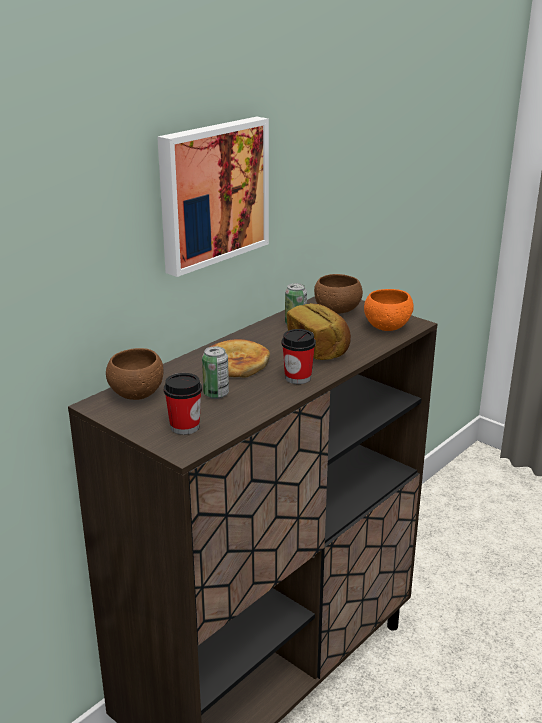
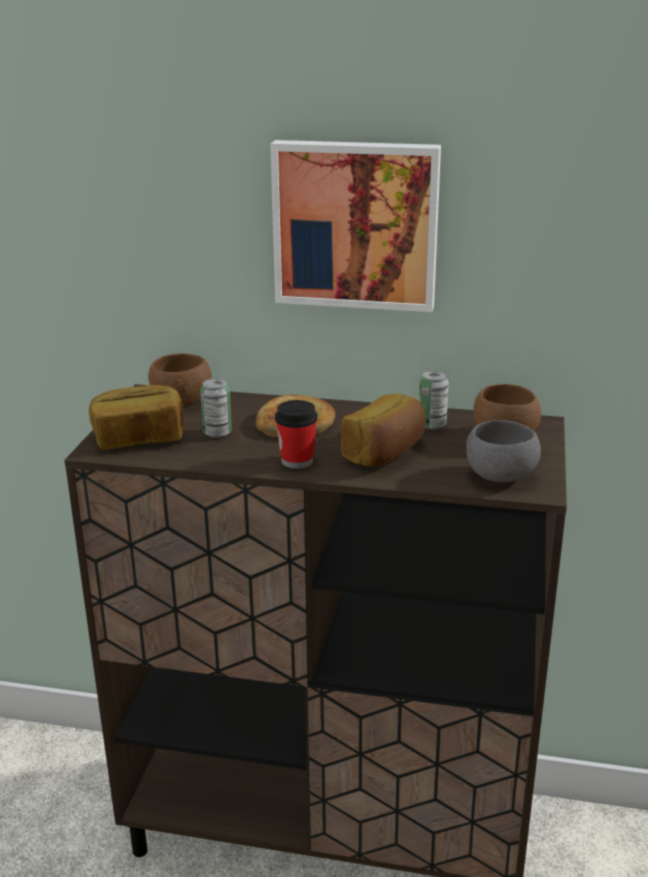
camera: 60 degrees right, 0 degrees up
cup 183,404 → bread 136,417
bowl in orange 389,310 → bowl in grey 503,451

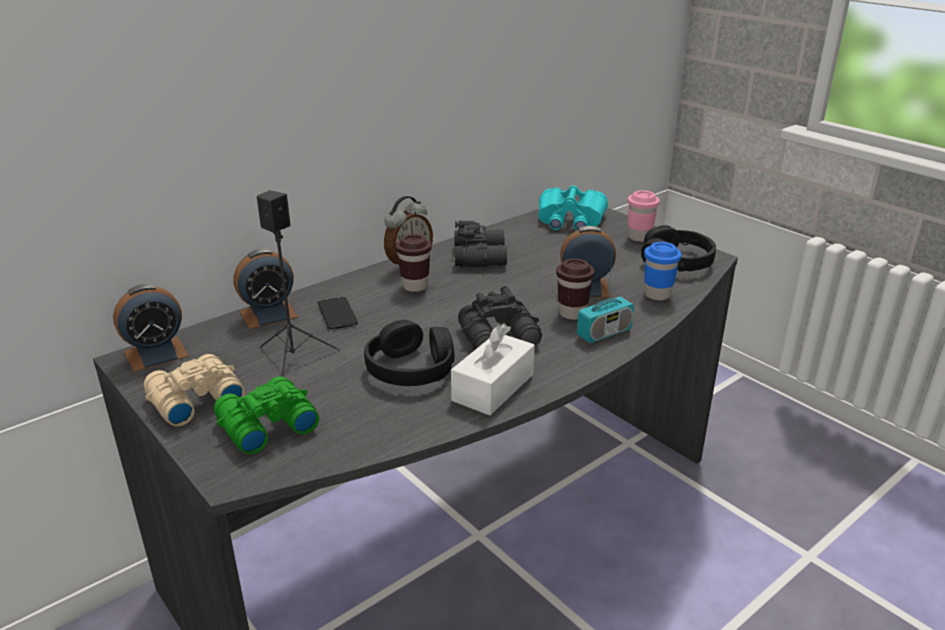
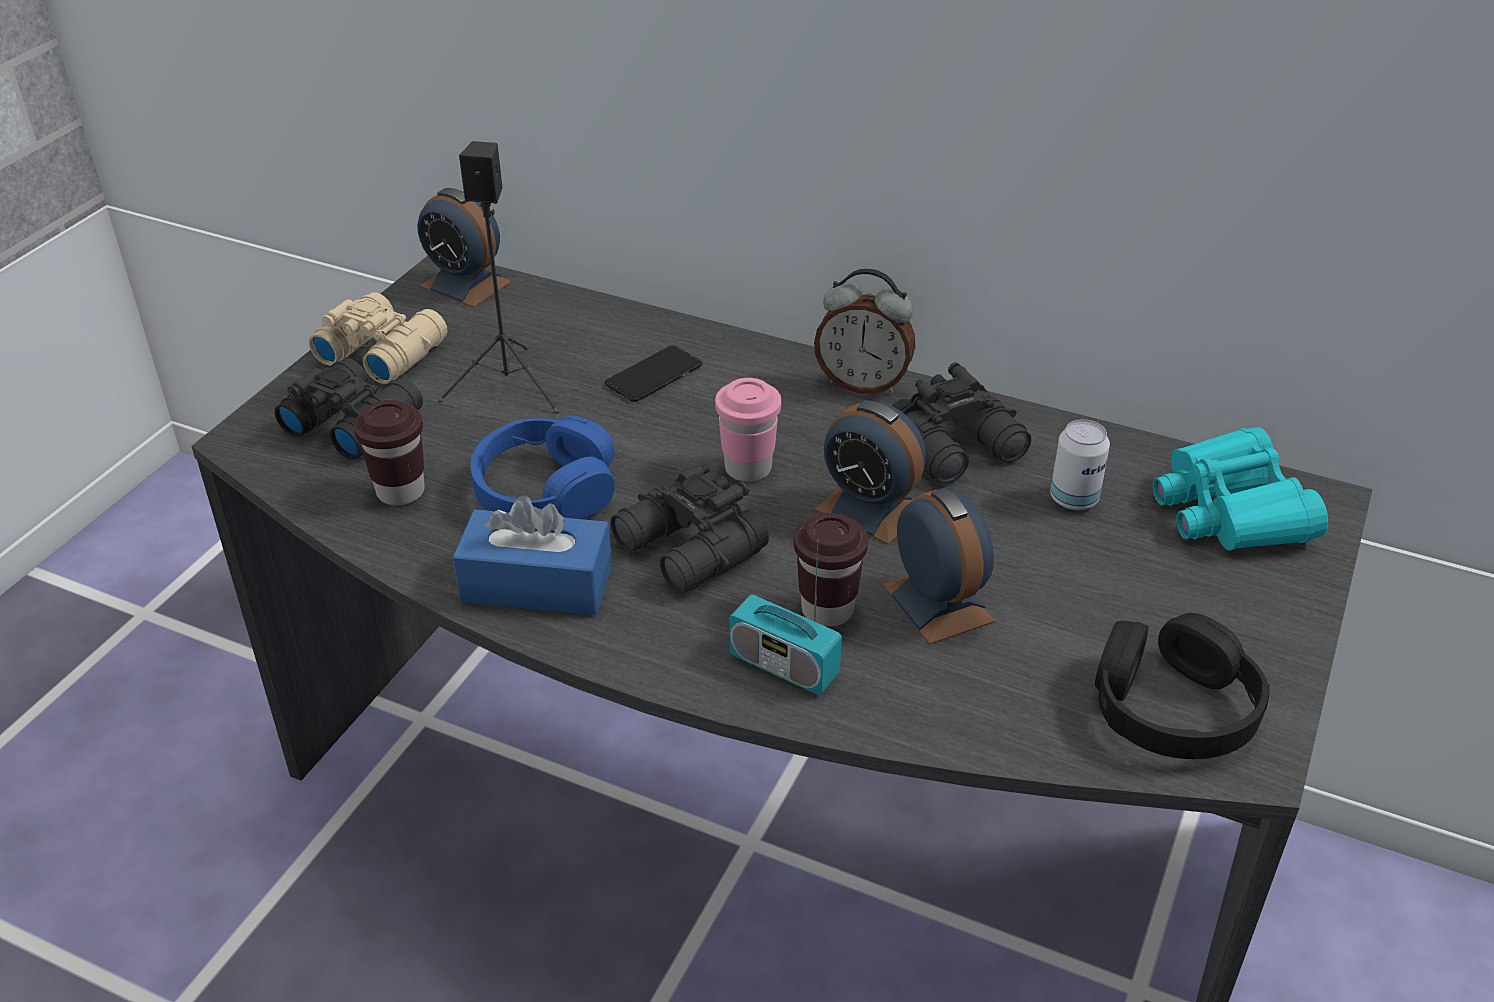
camera: 65 degrees right, 10 degrees up
binoculars in green 266,415 → binoculars in black 348,409
cup in brown 414,263 → cup in brown 389,453, relocated
tissue box in white 493,370 → tissue box in blue 532,555
headphones in black 409,353 → headphones in blue 542,467
cup in pink 643,216 → cup in pink 748,430, relocated
alarm clock 265,289 → alarm clock 870,472, relocated
- → can 1080,464
cup in blue 663,271 → -

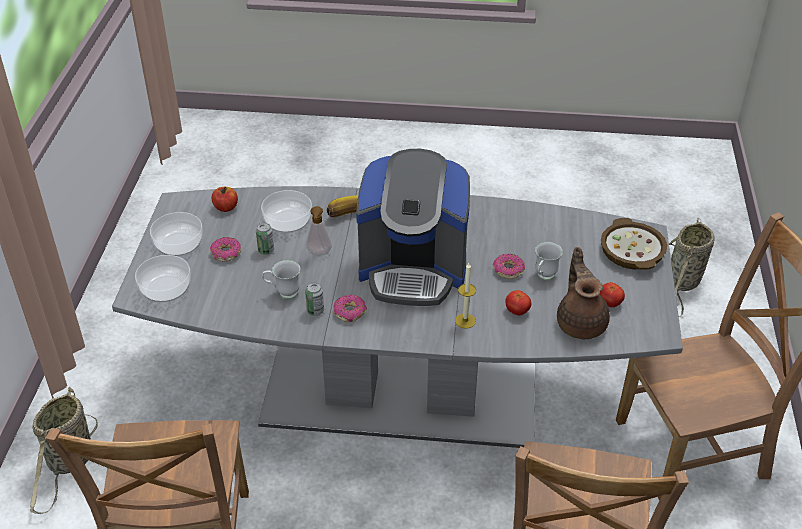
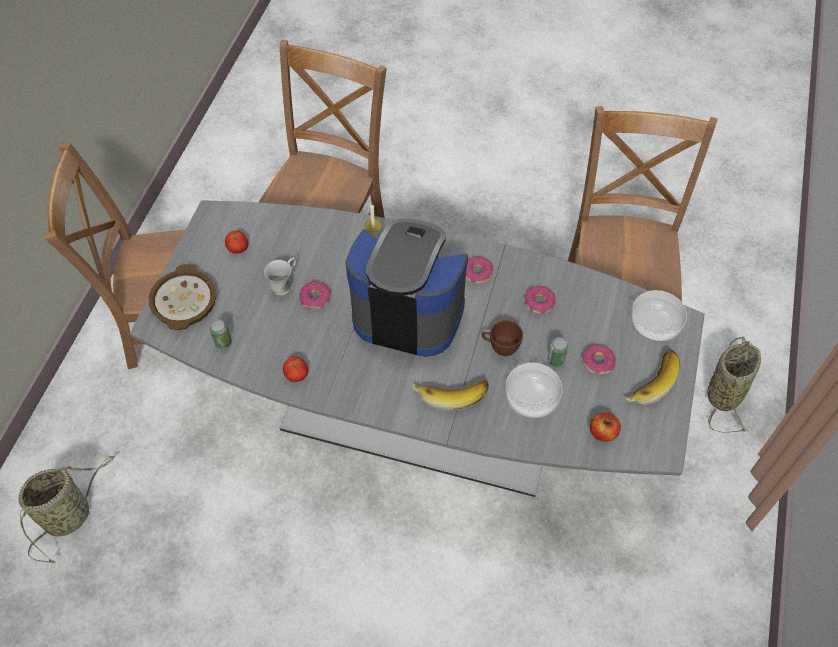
camera: 170 degrees left, 15 degrees up
can 314,299 → can 221,334, relocated
tomato 518,302 → tomato 295,369, relocated
soap dispenser 319,230 → cup in brown 502,338
mug in white 281,279 → donut 540,300
bowl 176,234 → banana 652,377
teapot in brown 583,293 → -

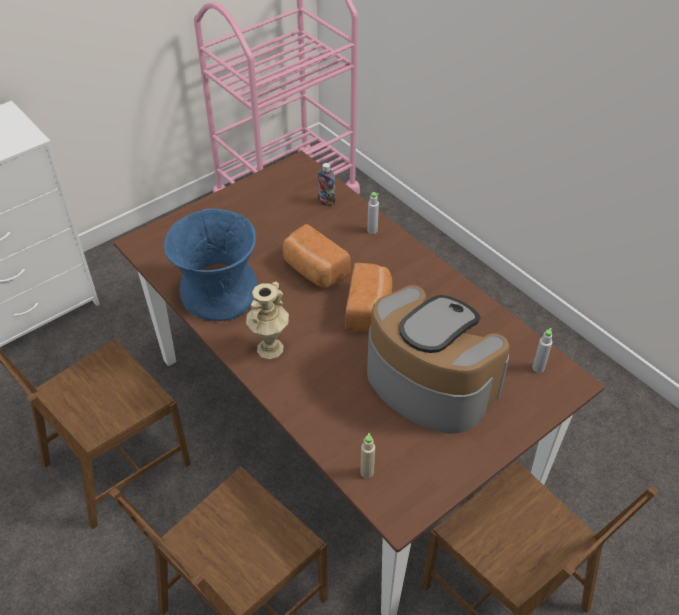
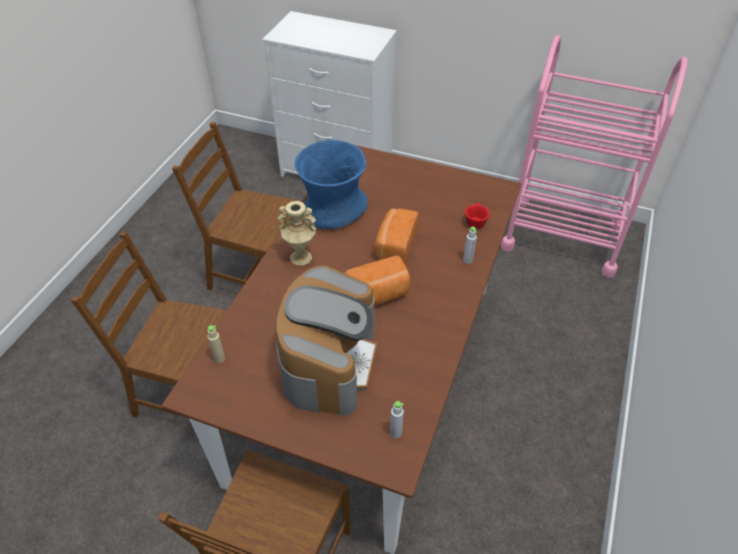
camera: 60 degrees right, 0 degrees up
bottle 326,184 → cup in red 477,216

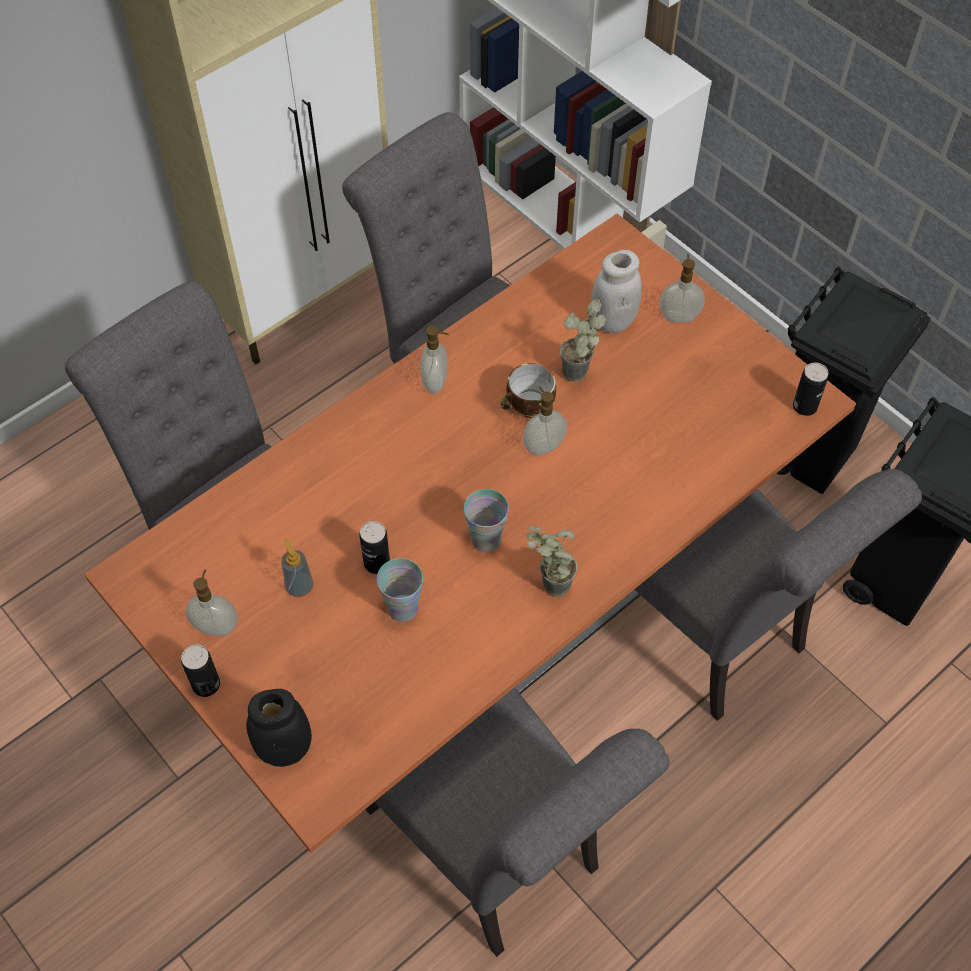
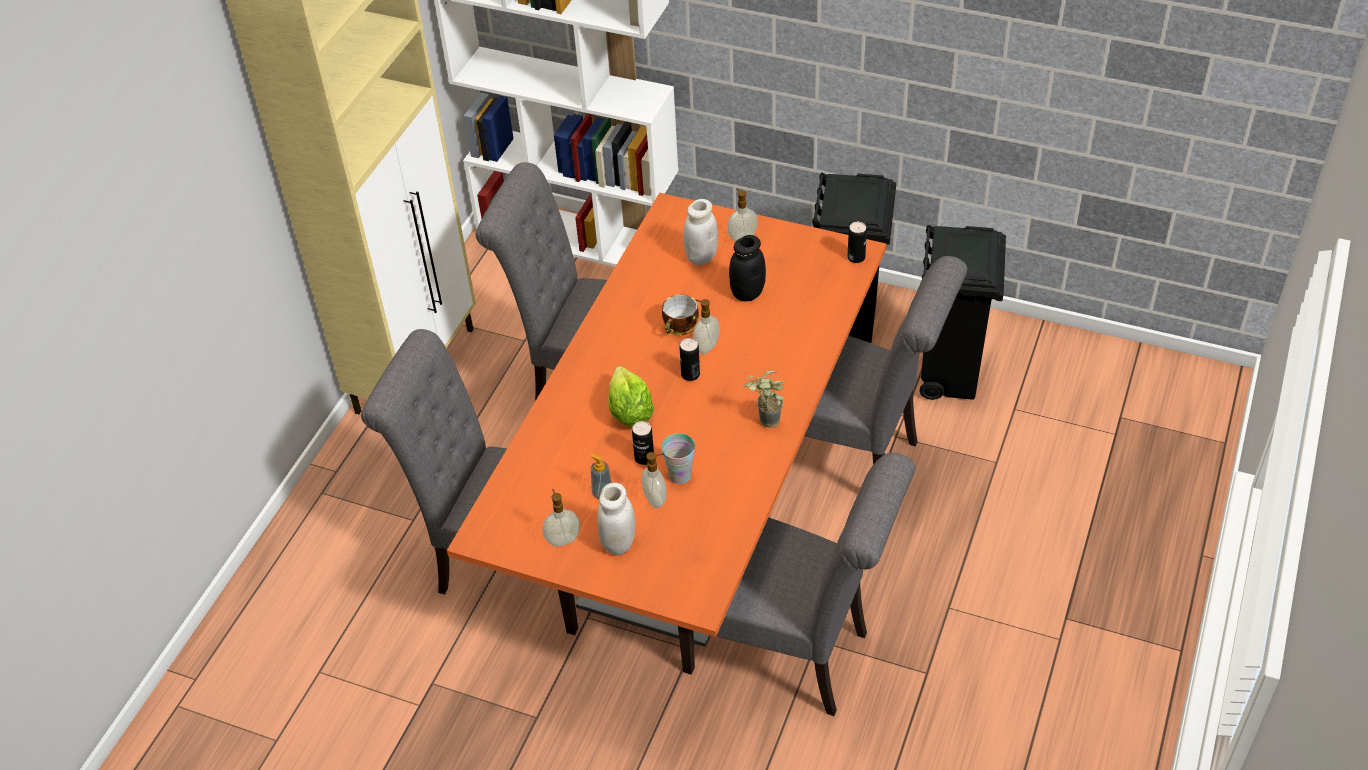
camera: 25 degrees left, 10 degrees down
- → jar in white 616,519
- → lettuce 631,396
soap dispenser 434,360 → soap dispenser 653,480, relocated
can 200,670 → can 690,359, relocated
jar in black 279,728 → jar in black 747,268, relocated
cup 486,520 → -
potted plant 583,340 → -

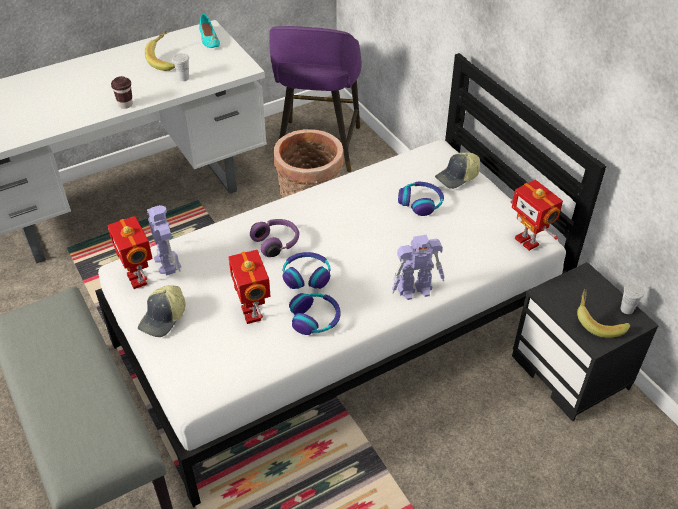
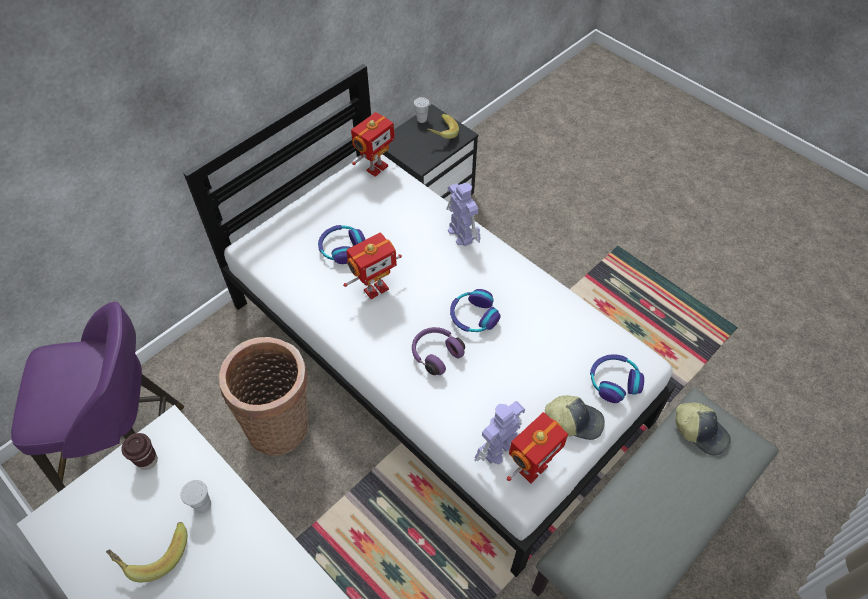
camera: 105 degrees left, 10 degrees up
cup in brown 122,92 → cup in brown 139,451, relocated
toy robot 249,287 → toy robot 372,265, relocated
headphones 315,314 → headphones 617,378, relocated
cap 457,170 → cap 703,429, relocated
shoe in turquoise 209,31 → -

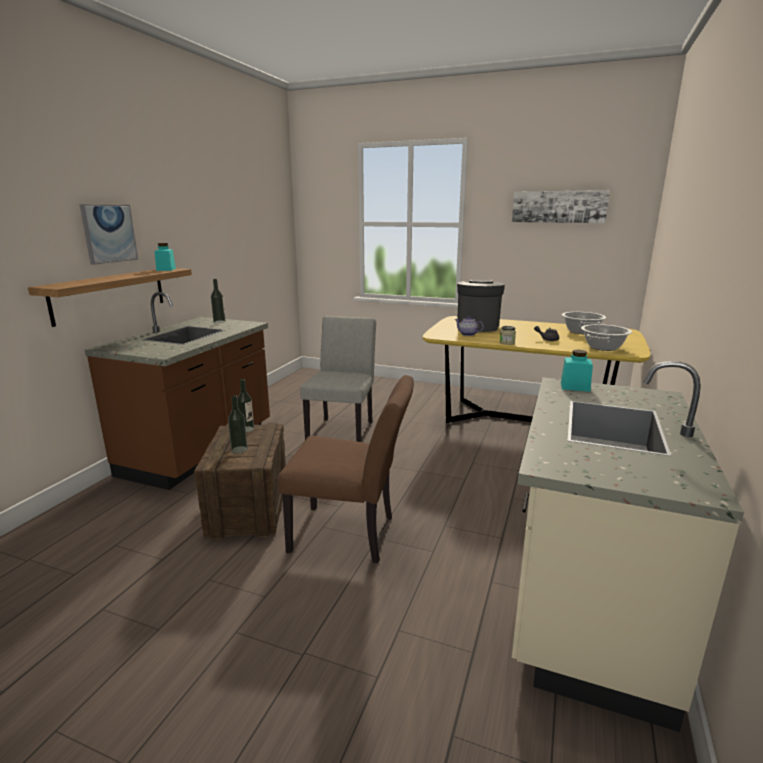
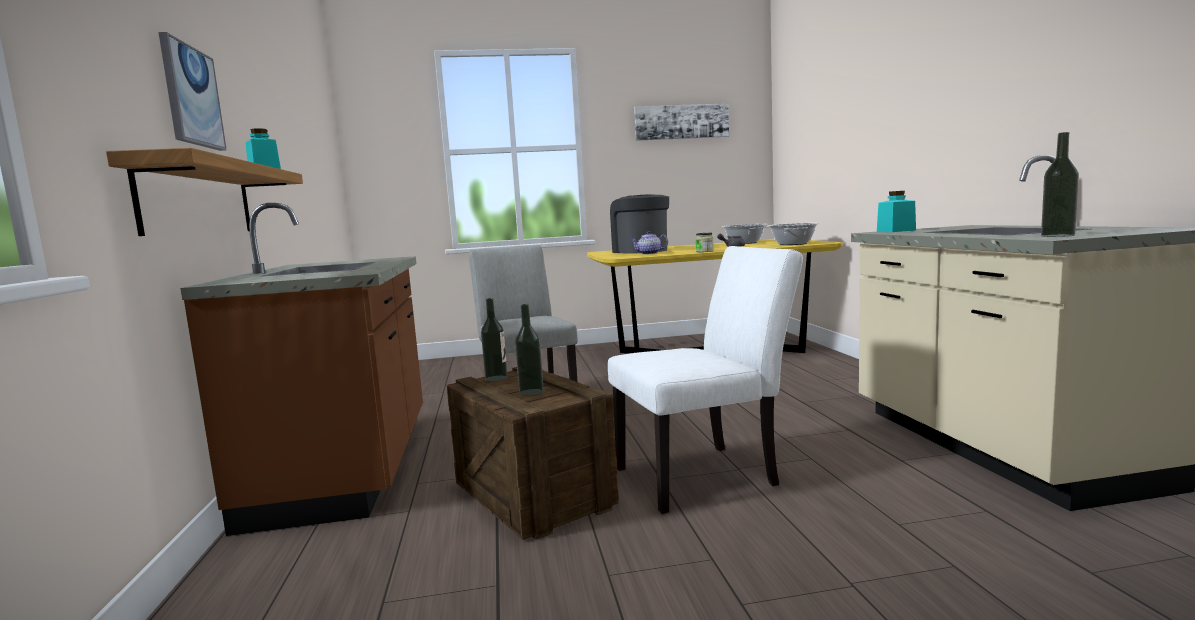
camera: 30 degrees left, 10 degrees down
chair in brown 346,469 → chair in white 705,380
bottle 218,301 → bottle 1060,184, relocated

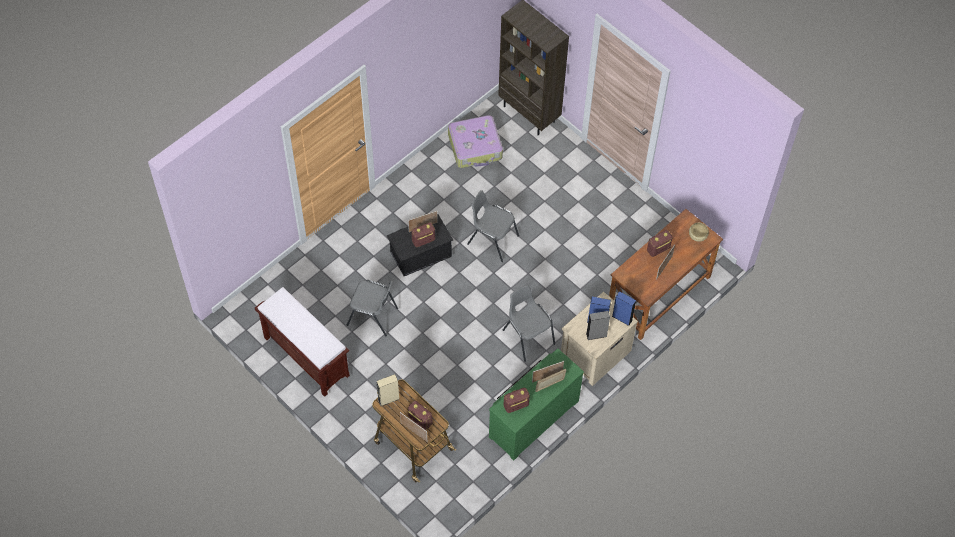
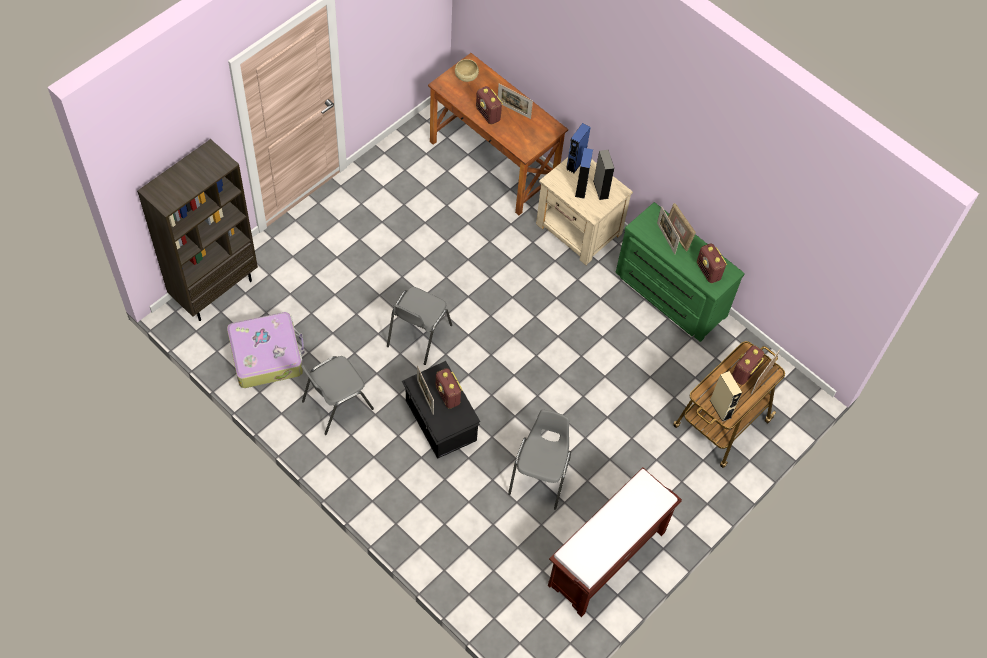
camera: 95 degrees left, 0 degrees up
chair in grey 529,323 → chair in grey 337,395, relocated

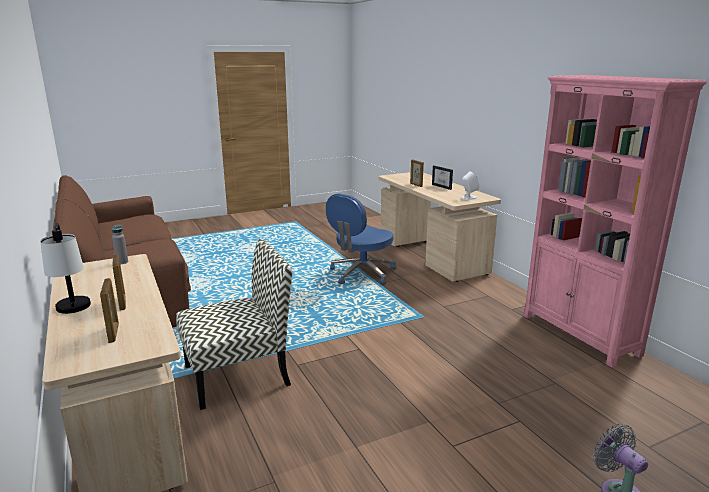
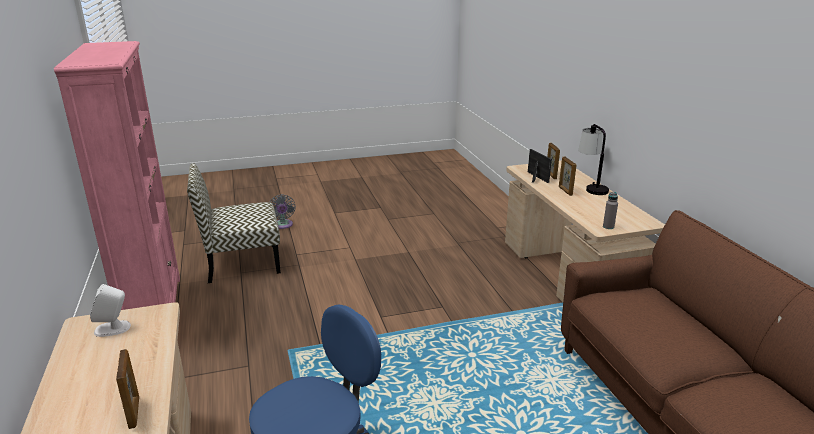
camera: 170 degrees left, 5 degrees up
chair 234,324 → chair 234,223, relocated
picture frame 442,177 → picture frame 540,166, relocated

